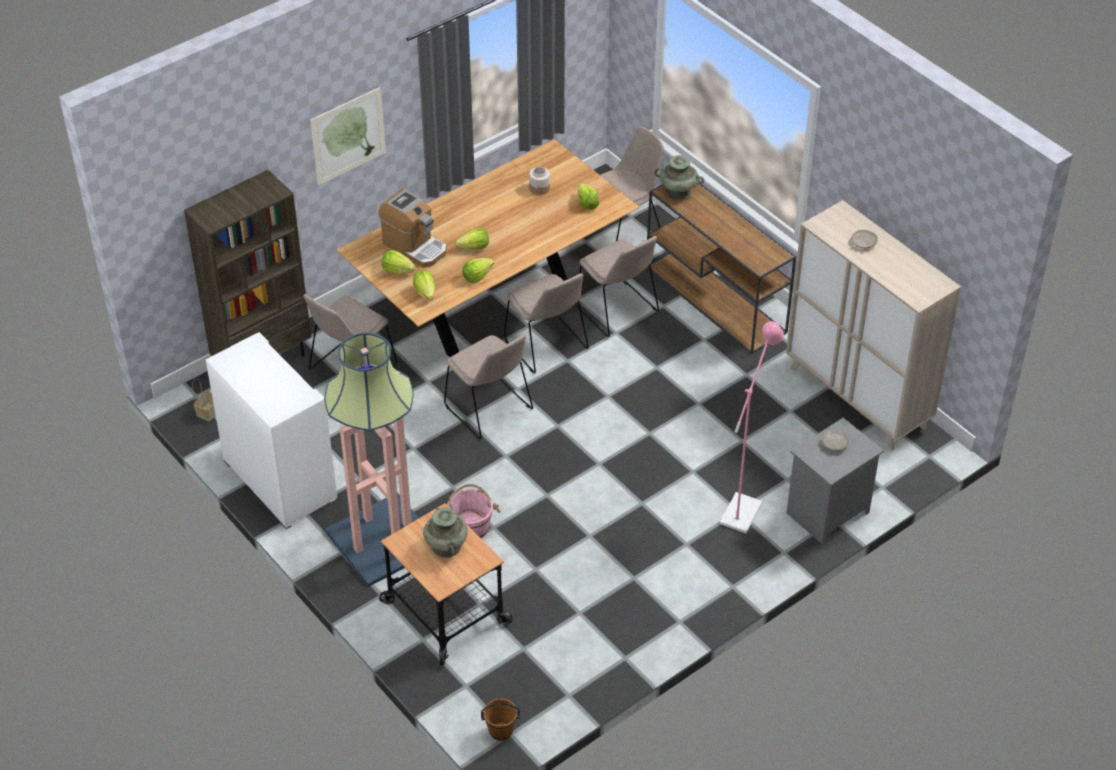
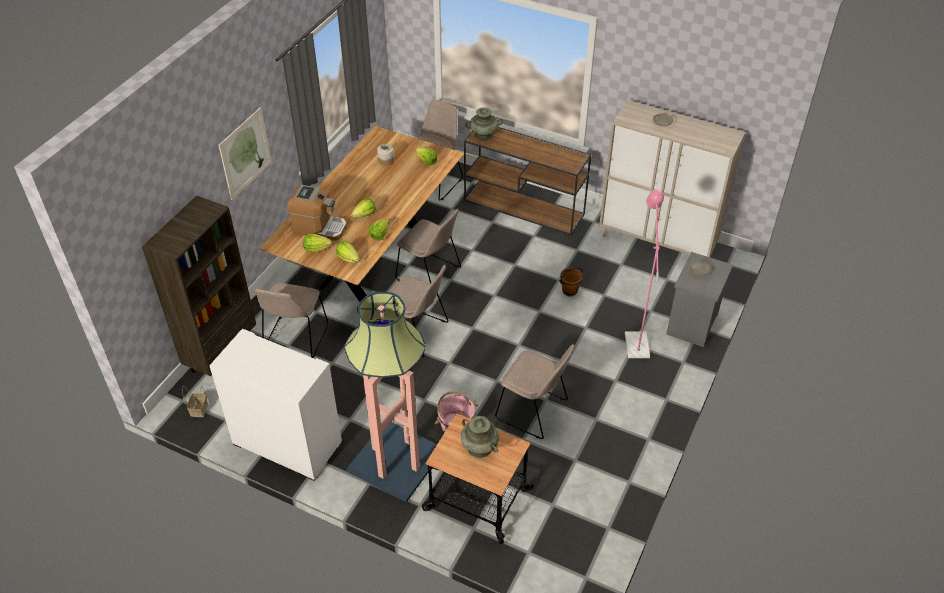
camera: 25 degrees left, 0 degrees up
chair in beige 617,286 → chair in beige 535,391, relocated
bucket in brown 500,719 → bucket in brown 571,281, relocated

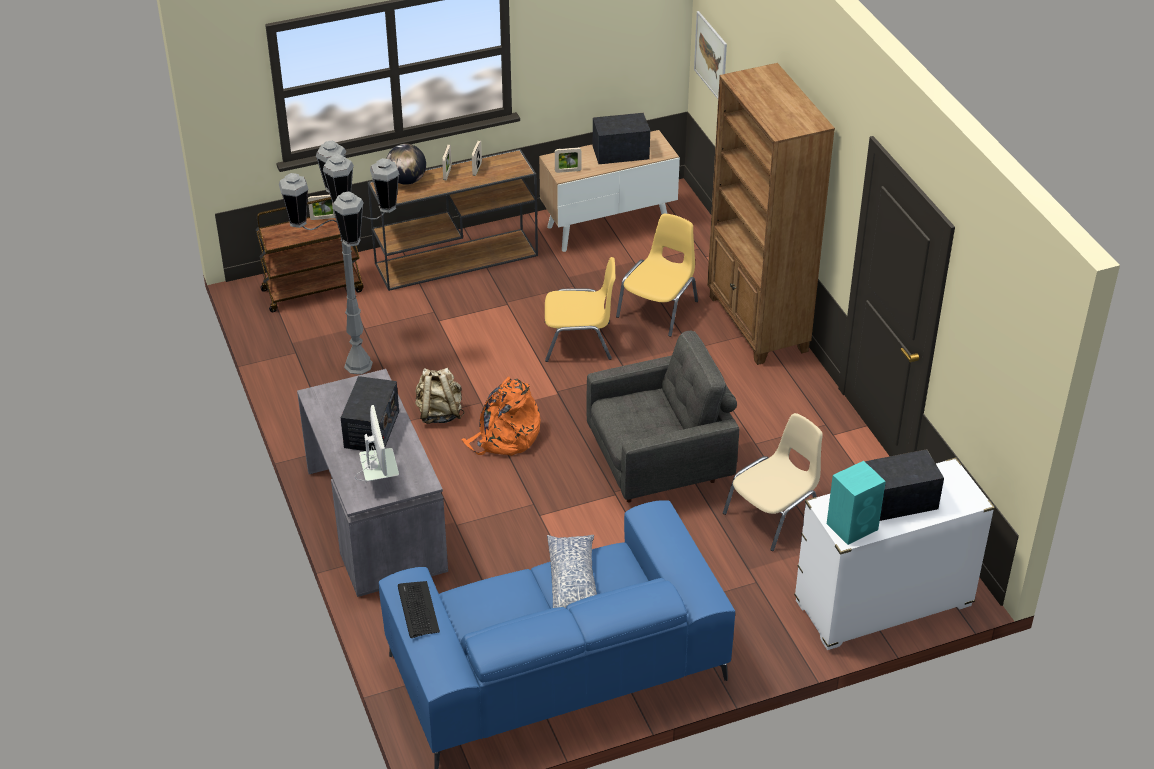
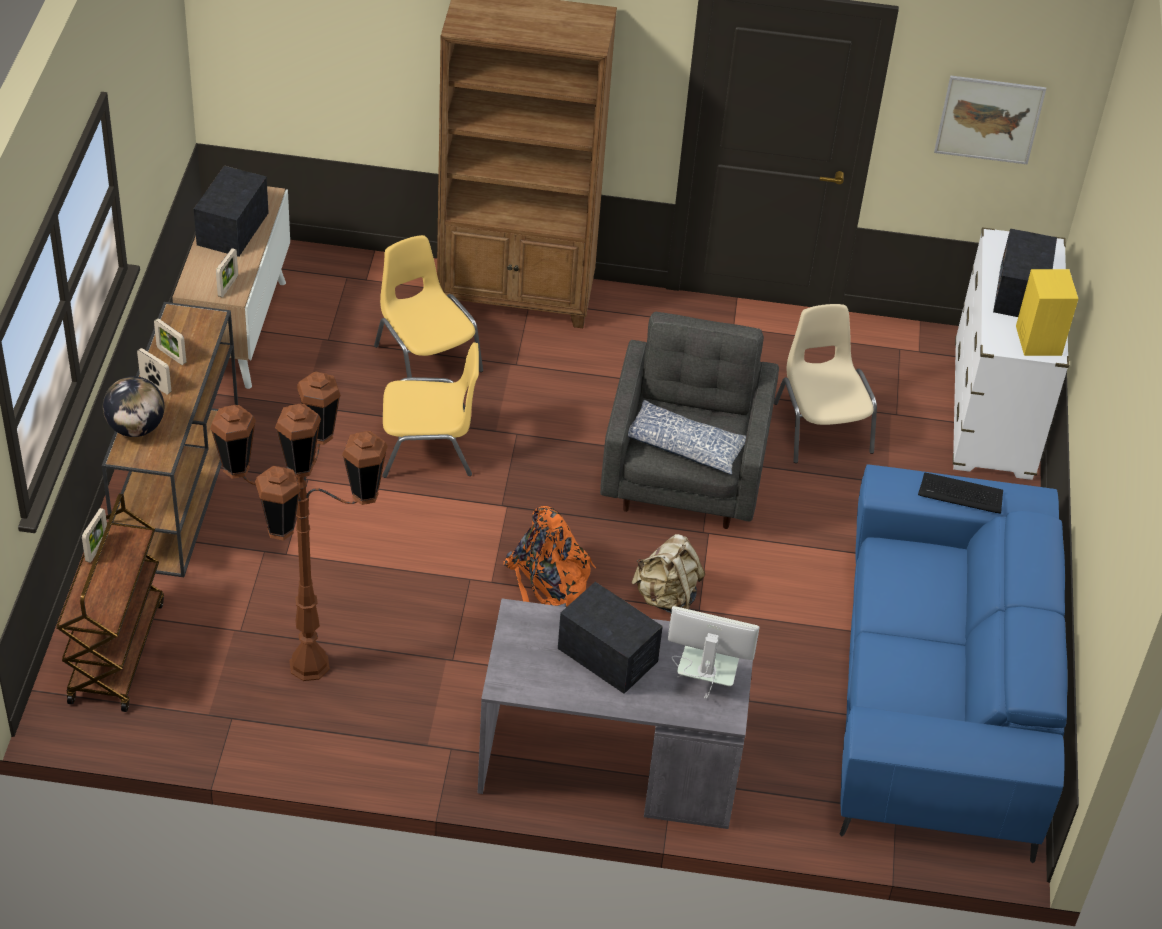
camera: 65 degrees left, 5 degrees up
floor lamp in grey 339,257 → floor lamp in brown 299,526
chair in yellow 580,309 → chair in yellow 430,410, 60 degrees clockwise
pillow 572,571 → pillow 687,437, relocated
backpack in beige 440,396 → backpack in beige 668,573, relocated
keyboard 419,609 → keyboard 960,493, relocated
picture 710,55 → picture 990,120, relocated
speaker in turquoise 856,503 → speaker in yellow 1047,312

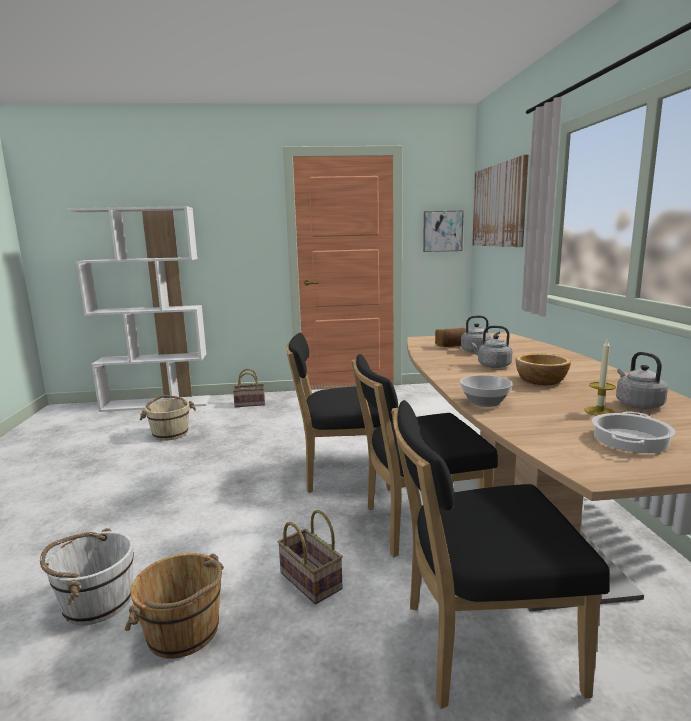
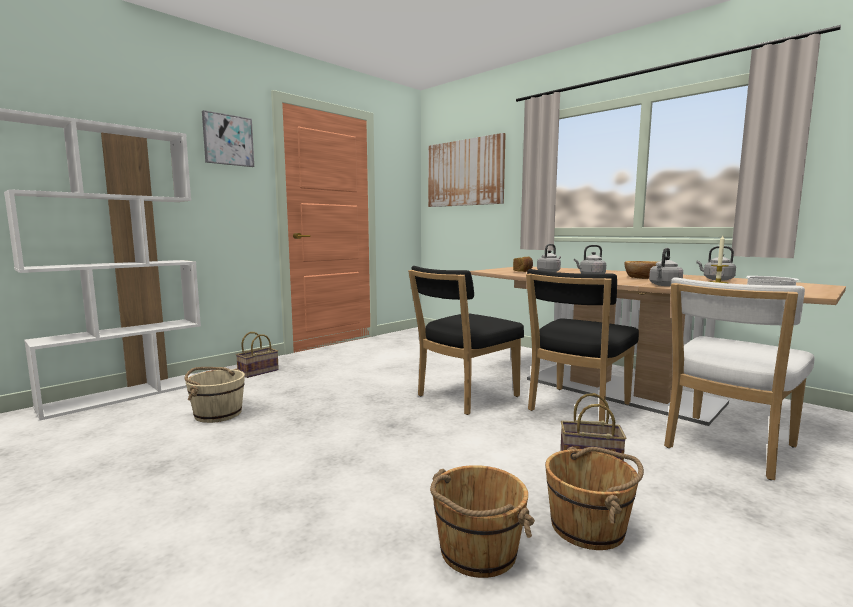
camera: 40 degrees left, 5 degrees down
picture 443,231 → picture 228,138, relocated
bucket in white 87,576 → bucket in brown 482,521
bowl 486,391 → kettle in grey 666,267
chair in black 500,554 → chair in white 739,378

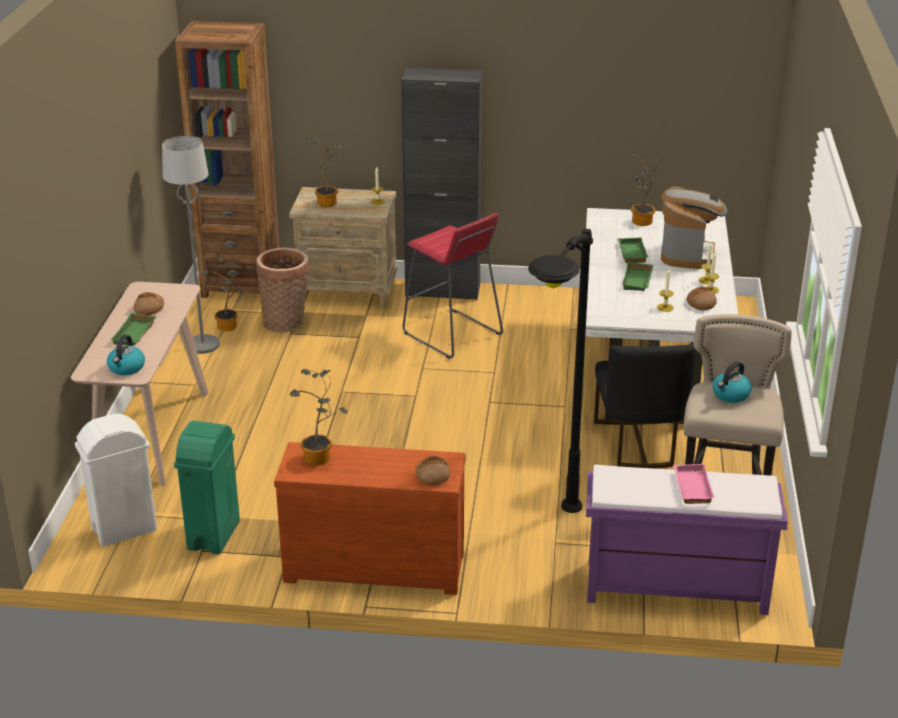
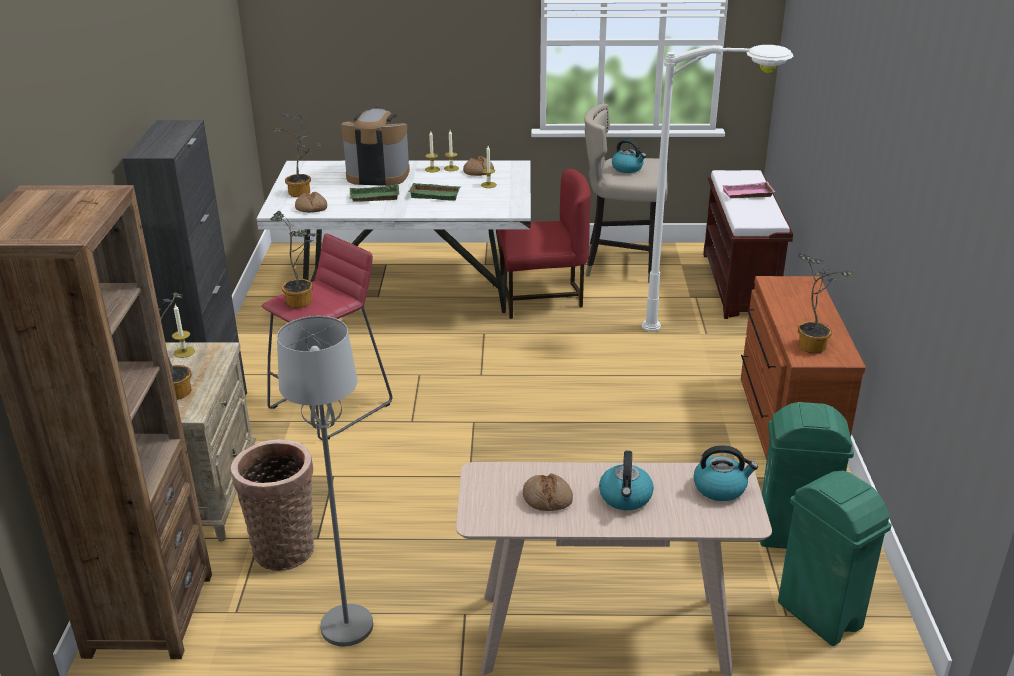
camera: 95 degrees left, 0 degrees up
potted plant 222,294 → potted plant 295,259, relocated
bread 432,470 → bread 311,202, relocated
chair in black 645,406 → chair in red 544,244
tray in green 133,329 → kettle 626,480
floor lamp in black 560,371 → floor lamp in white 717,188
bench in purple 687,540 → bench in brown 748,244
trash can in white 116,480 → trash can in green 835,558

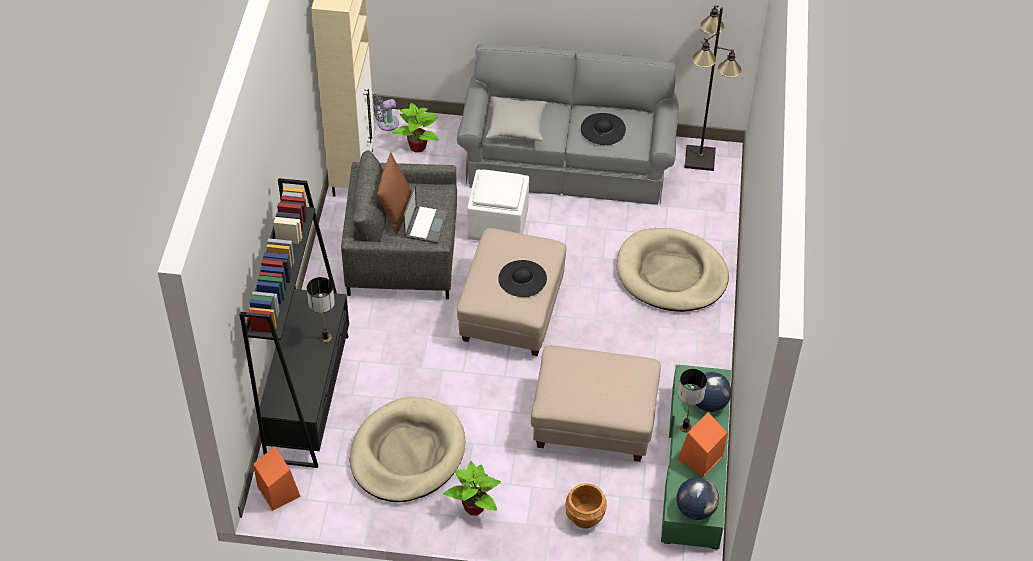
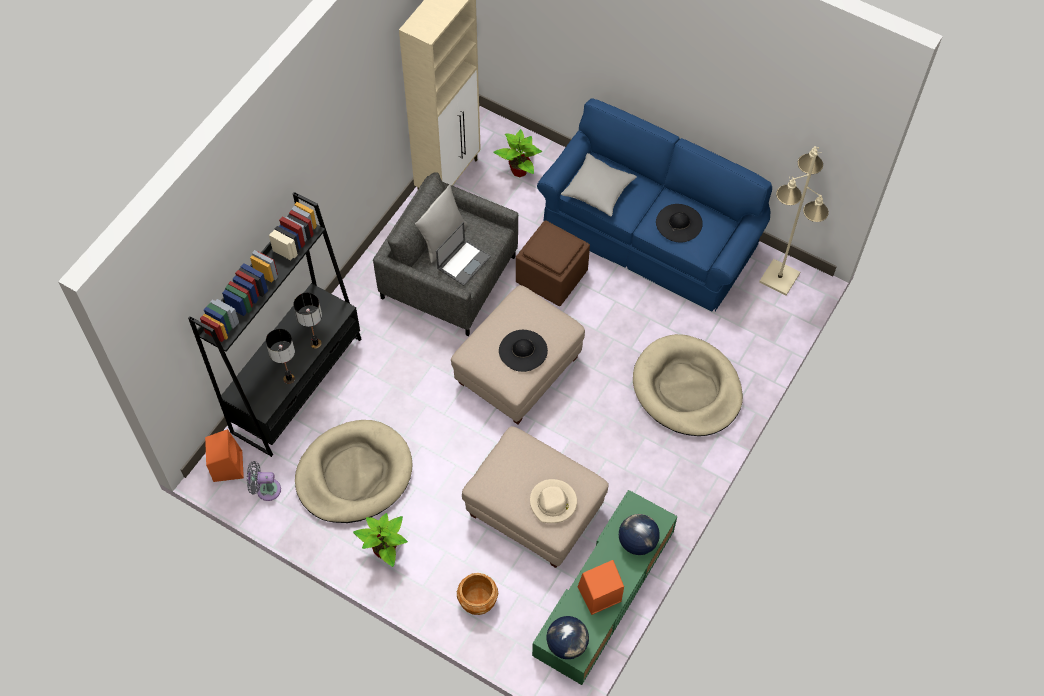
camera: 25 degrees right, 10 degrees up
fan in grey 386,112 → fan in grey 264,481, relocated
table lamp 692,401 → table lamp 280,356, relocated
pillow in brown 394,193 → pillow in grey 441,223
ottoman in white 498,205 → ottoman in brown 553,263
- → hat in beige 553,501
sofa in grey 568,124 → sofa in blue 654,204
floor lamp in black 713,88 → floor lamp in beige 794,220

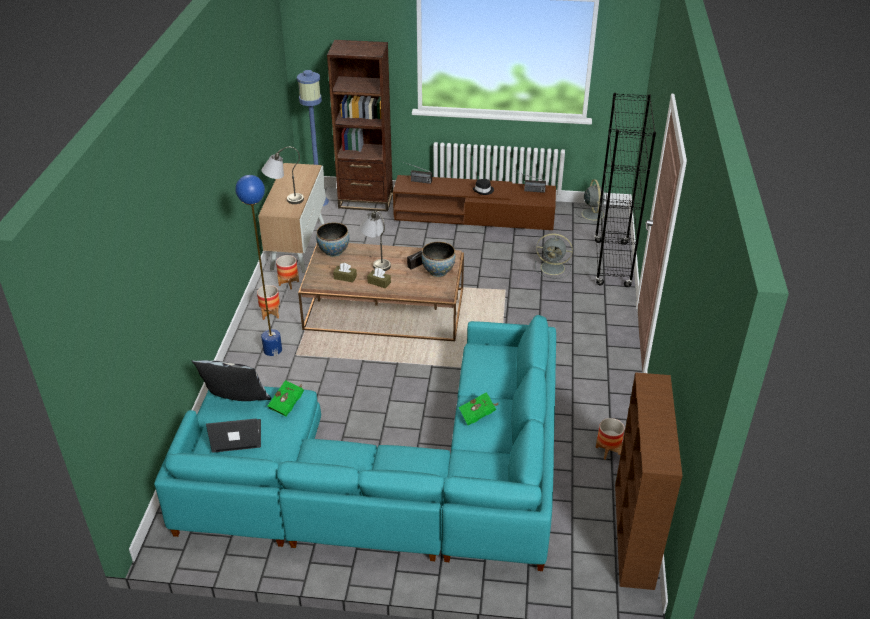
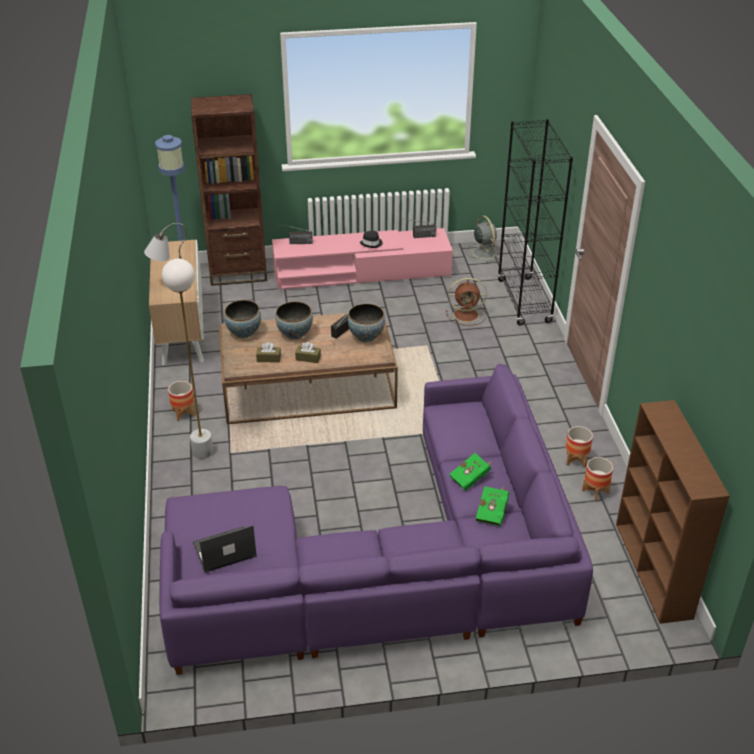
camera: 15 degrees left, 0 degrees up
sofa in turquoise 355,443 → sofa in purple 376,519
floor lamp in blue 258,265 → floor lamp in white 187,359
tv stand in brown 474,202 → tv stand in pink 362,259
table lamp in grey 375,241 → bowl 294,320
fan in grey 554,255 → fan in brown 466,302
book in green 286,398 → book in green 492,506, relocated
planter 287,272 → planter 579,447, relocated
pillow 231,380 → -

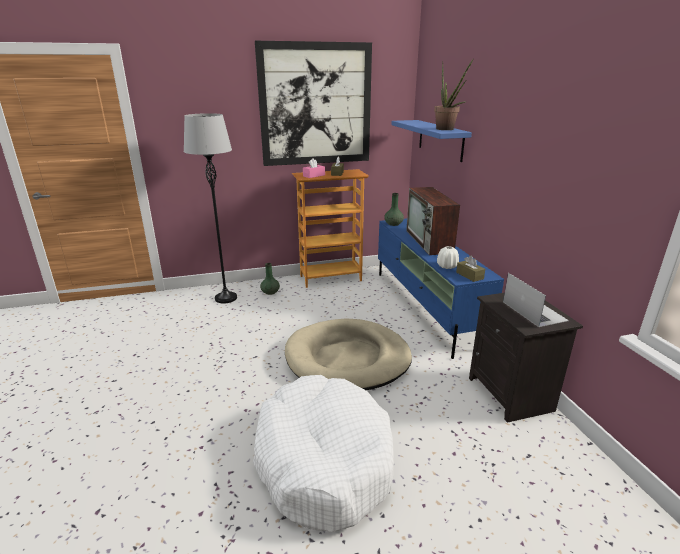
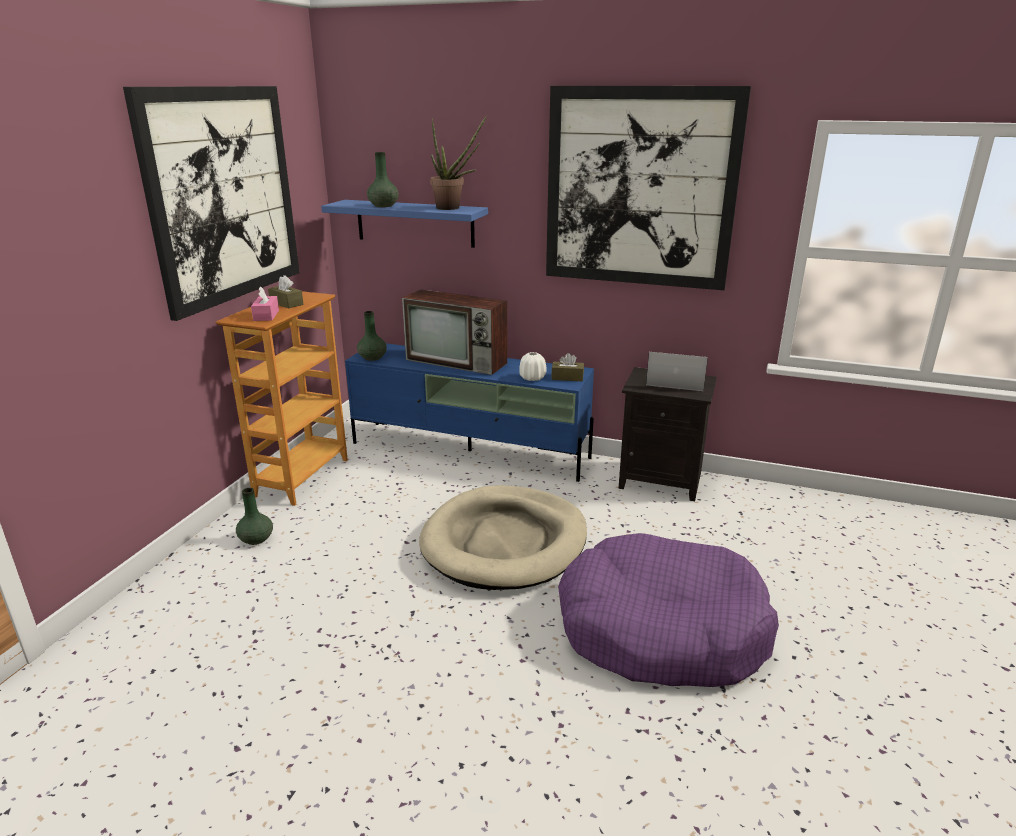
camera: 55 degrees left, 0 degrees up
- → vase in green 383,179
- → picture 648,188
dog bed in white 323,453 → dog bed in purple 668,610
floor lamp in grey 210,208 → -

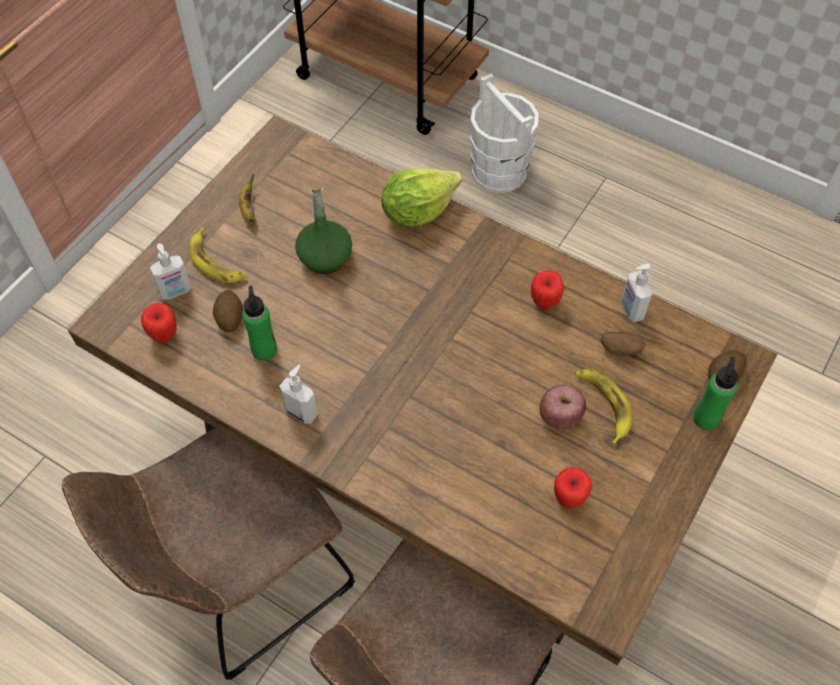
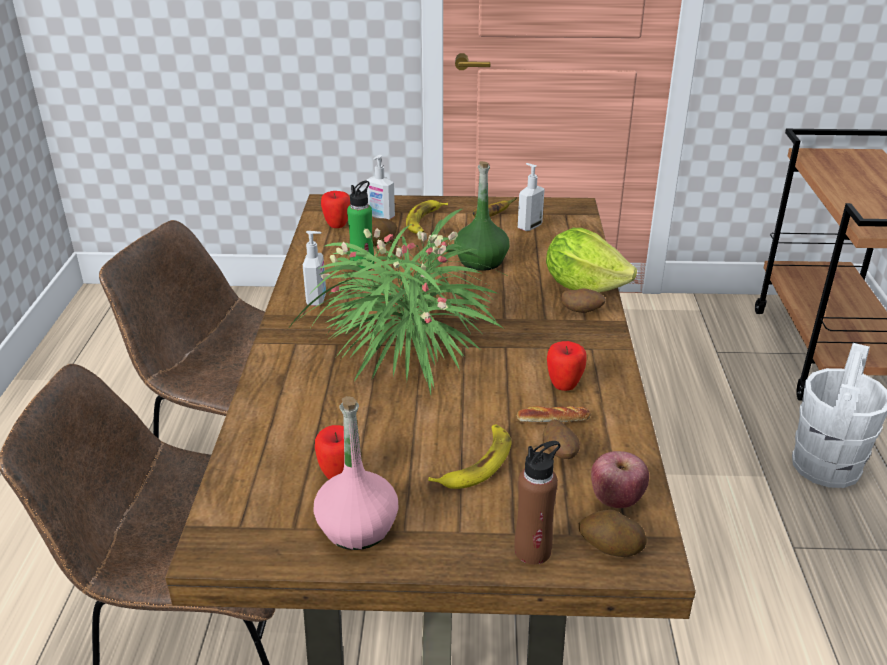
camera: 60 degrees right, 25 degrees down
- → potted plant 396,302
- → bottle in pink 356,473
bottle in green 715,393 → bottle in brown 537,503
- → bread 554,414
soap dispenser 636,293 → soap dispenser 531,197, relocated
- → potato 583,300
apple 562,407 → apple 620,479, relocated

